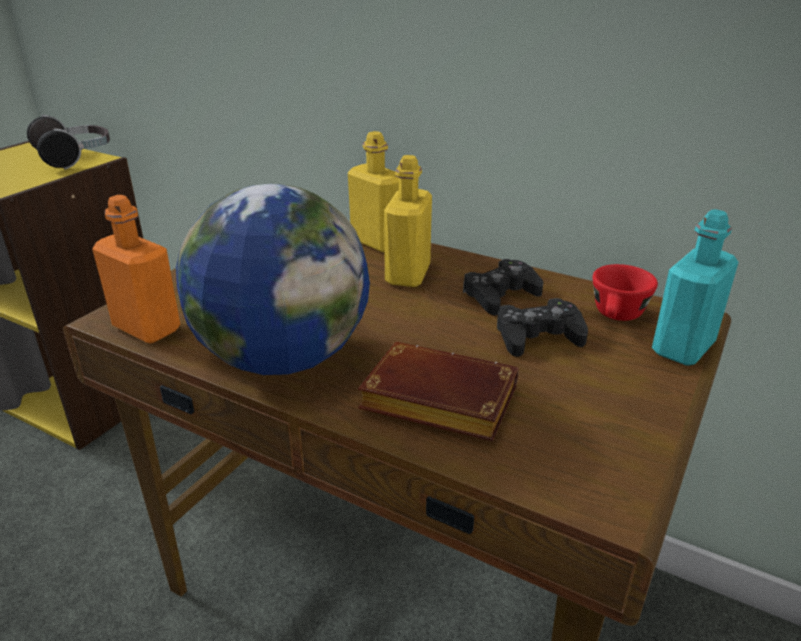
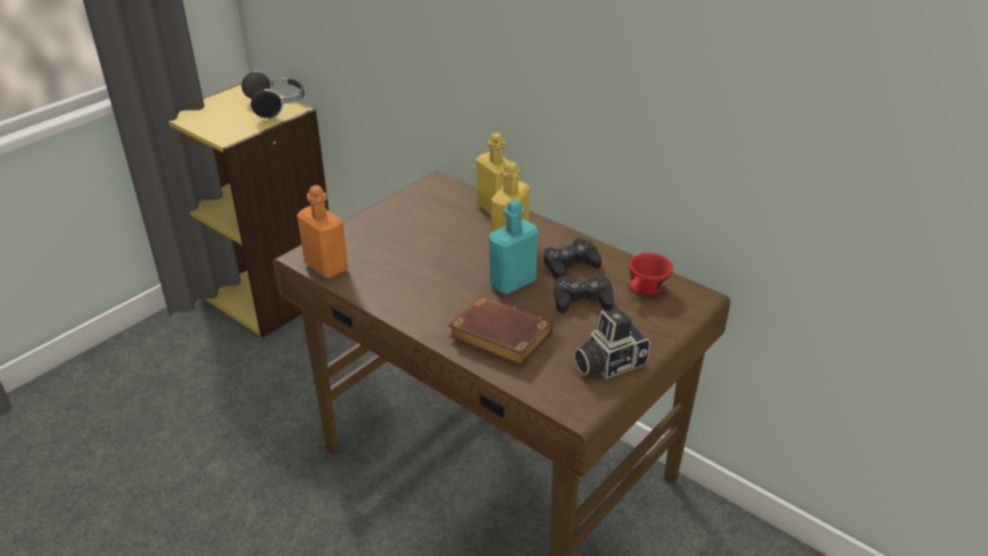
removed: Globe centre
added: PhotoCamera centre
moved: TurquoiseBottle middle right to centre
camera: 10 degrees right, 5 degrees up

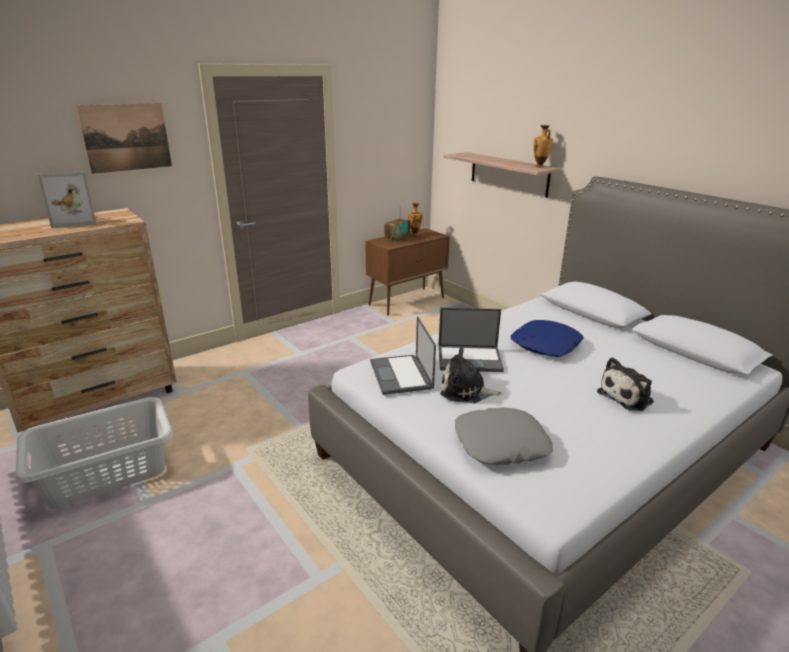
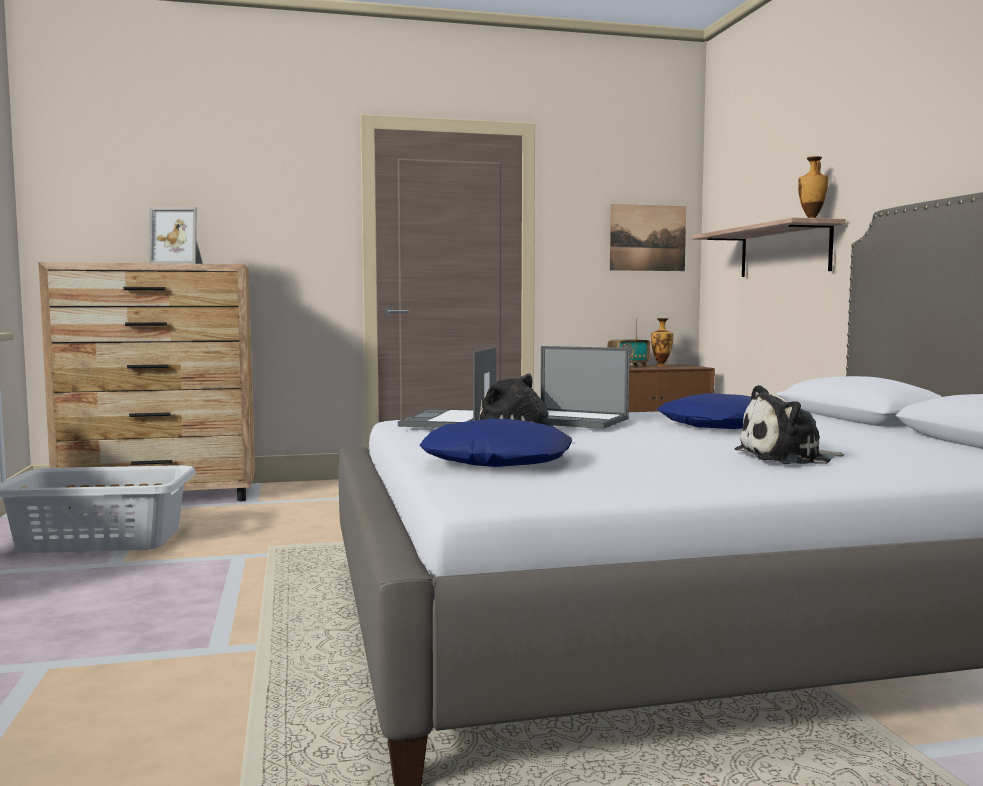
moved: Picture top left to top centre
recoloured: GreyPillow bottom centre to BluePillow (1st from left) centre
camera: 25 degrees right, 20 degrees down

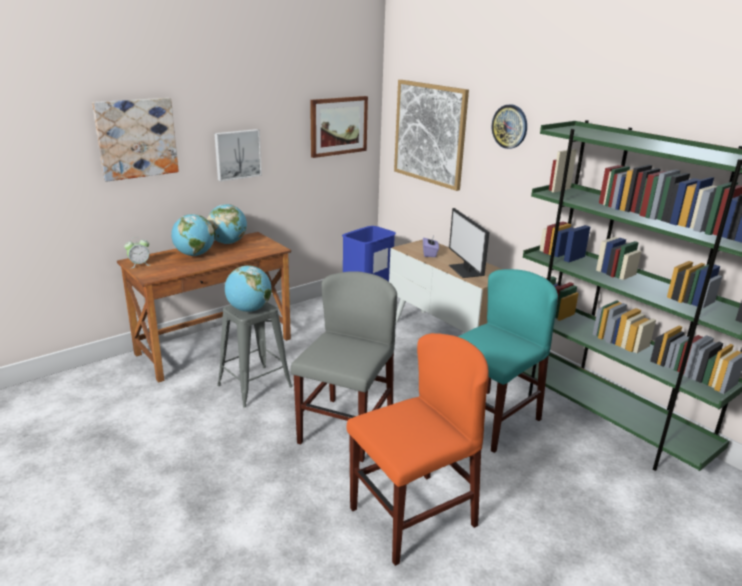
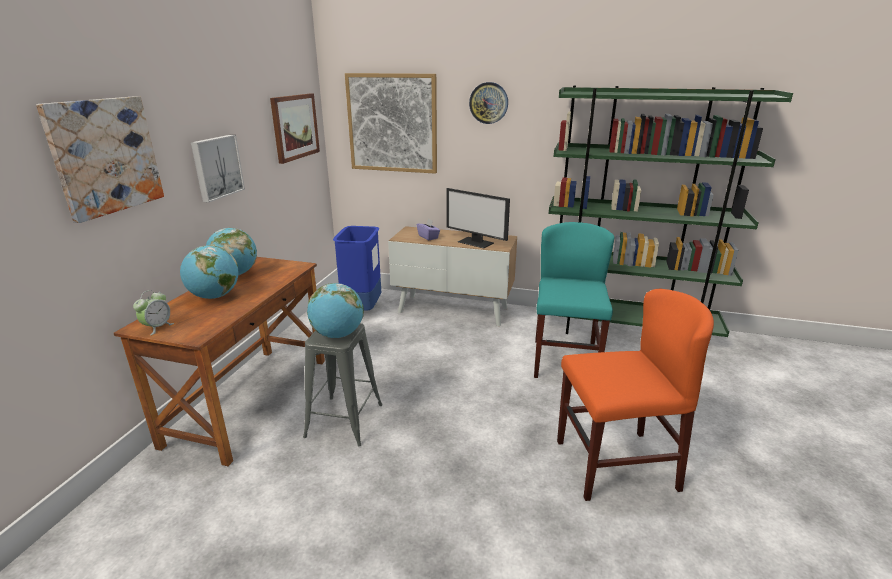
removed: GreyChair centre
turned: OrangeChair bottom centre = bottom right 60 degrees clockwise
camera: 35 degrees left, 0 degrees up

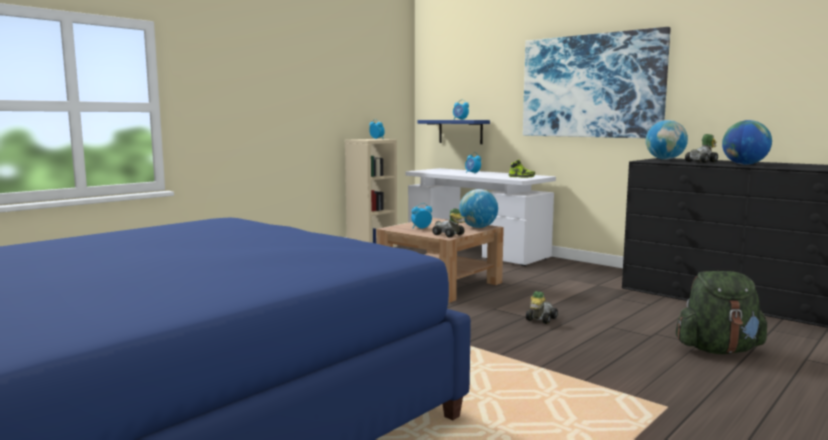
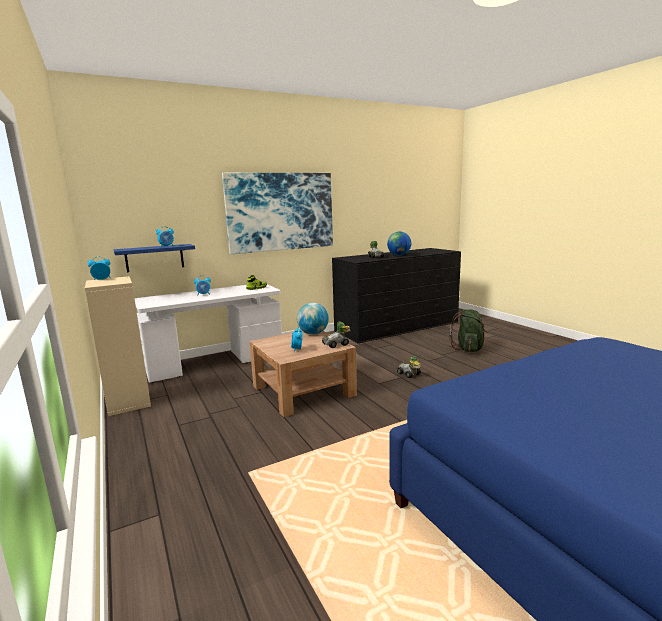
removed: Globe (2nd from left) top right
camera: 70 degrees left, 5 degrees up

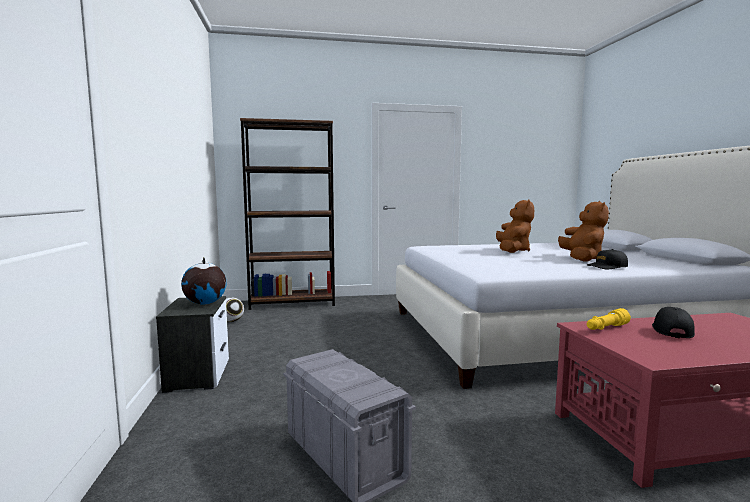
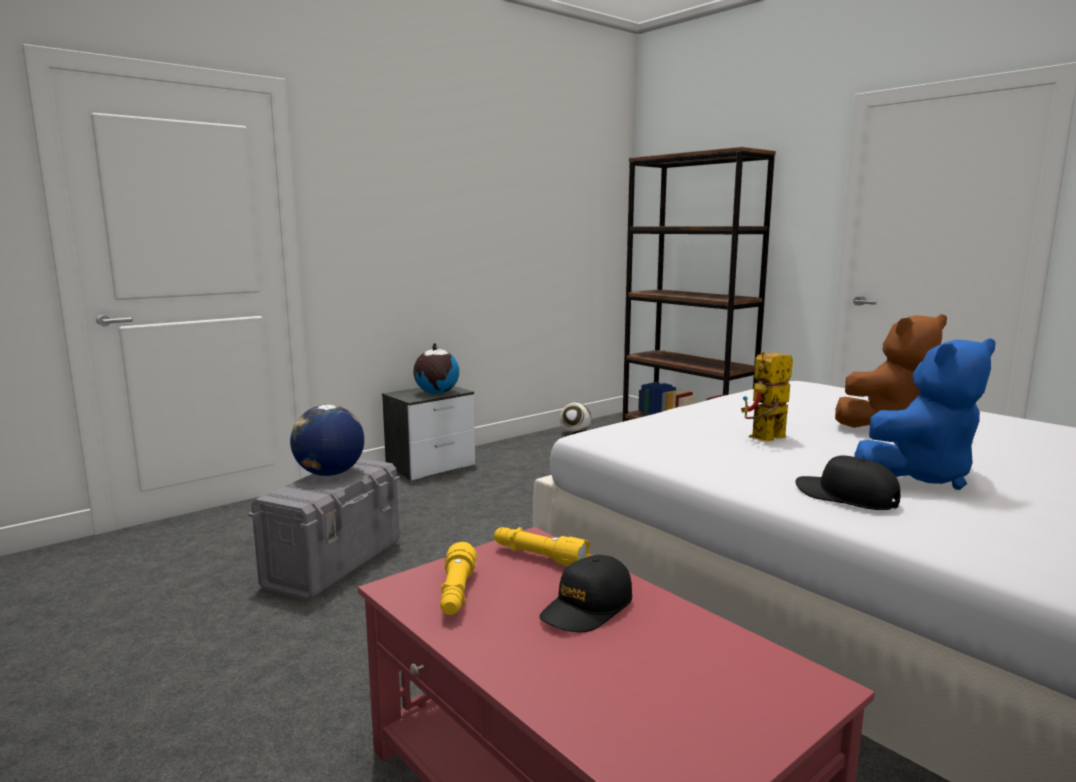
added: Globe (1st from left) middle left; YellowFlashlight (1st from left) bottom centre; ToyRobot middle right
recoloured: BrownPlushToy (2nd from left) middle right to BluePlushToy middle right
turned: BlackCap (2nd from left in the first image) middle right = bottom centre 135 degrees clockwise
camera: 60 degrees right, 5 degrees up

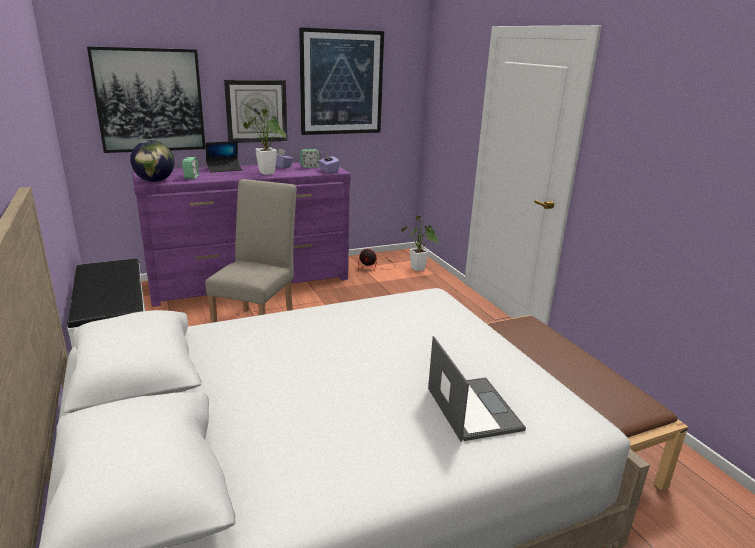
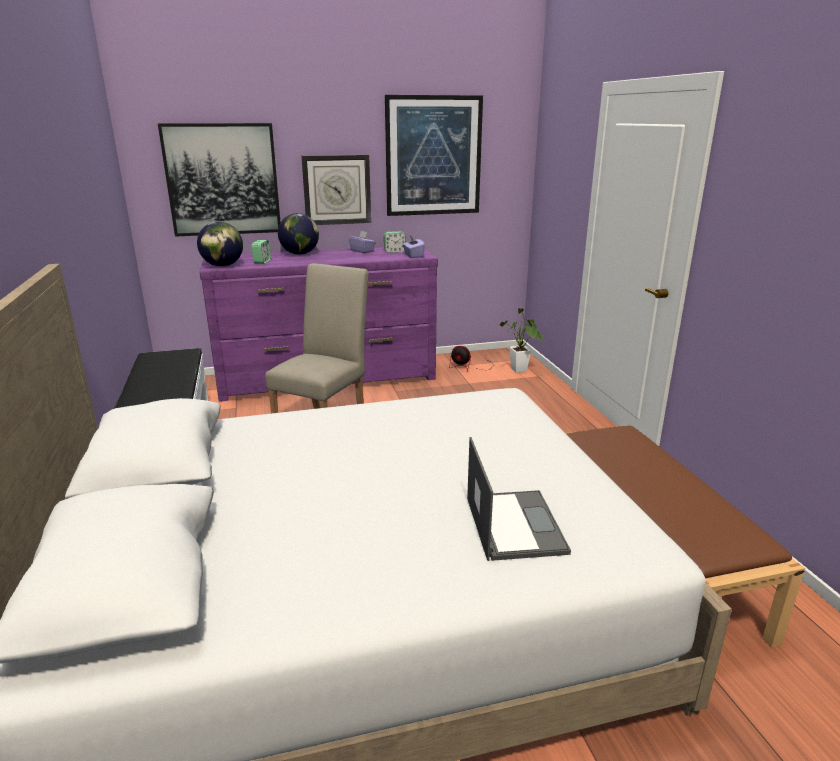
removed: PottedPlant (1st from left) top centre
replaced: Laptop (1st from left) top left to Globe (2nd from left) top centre
camera: 10 degrees right, 0 degrees up

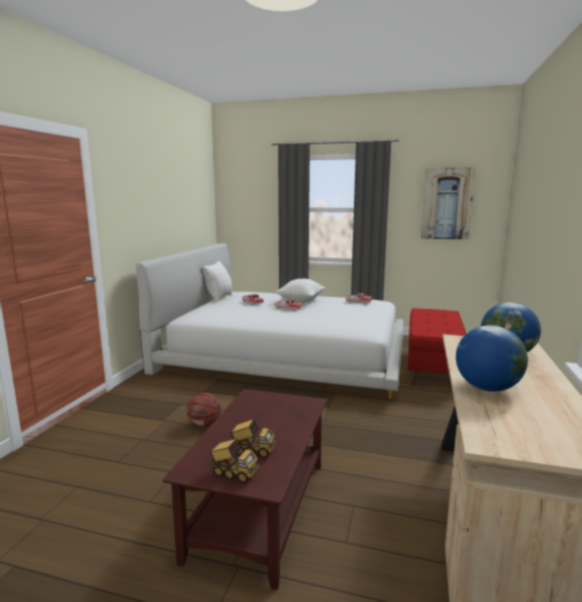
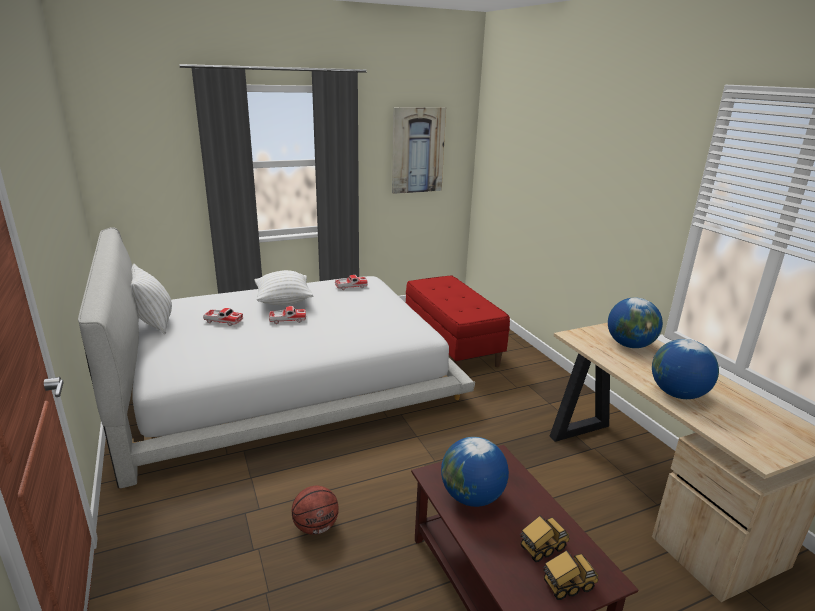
added: Globe (1st from left) bottom centre
camera: 40 degrees left, 10 degrees up

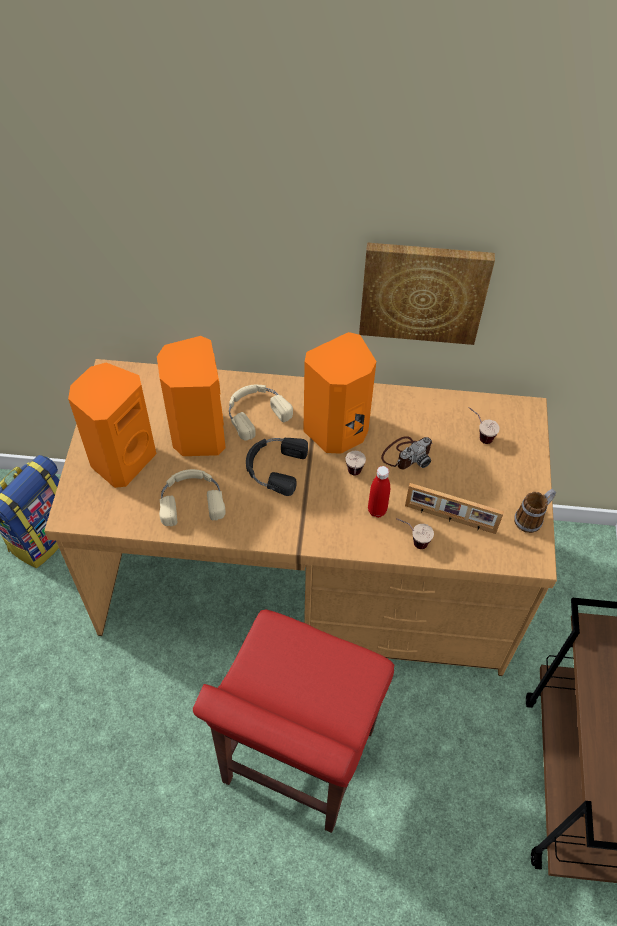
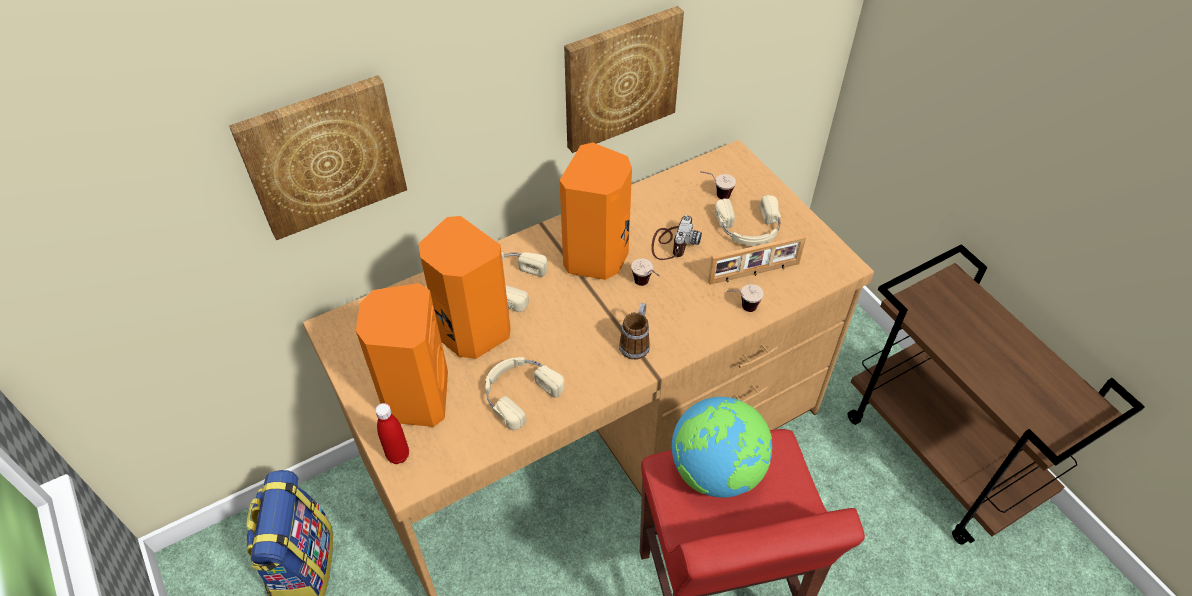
removed: BlackHeadphones centre
added: Picture (1st from left) top left; Globe bottom centre; BeigeHeadphones (3rd from left) centre
moved: RedBottle centre to bottom left; Mug middle right to centre
camera: 35 degrees left, 5 degrees down

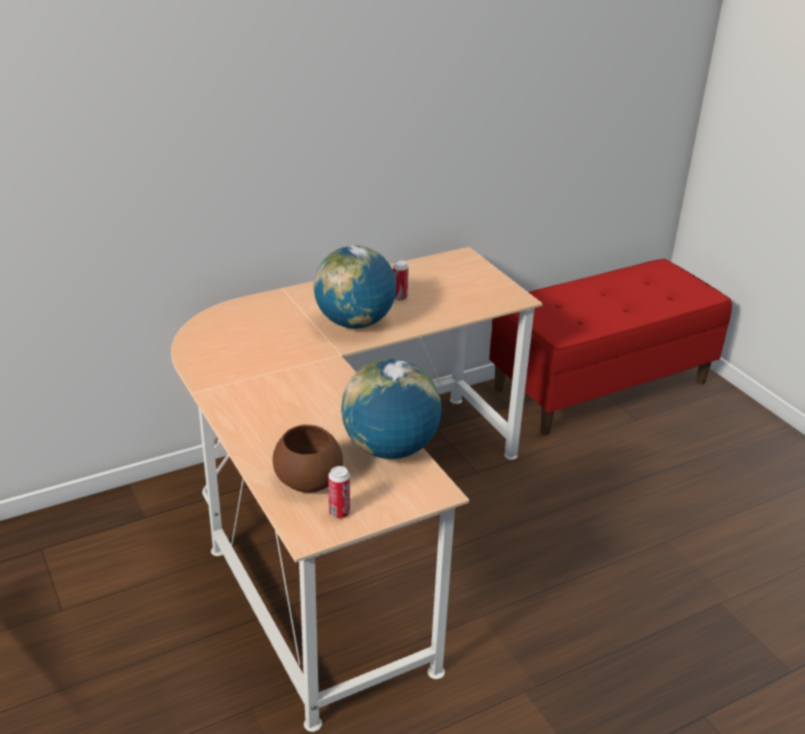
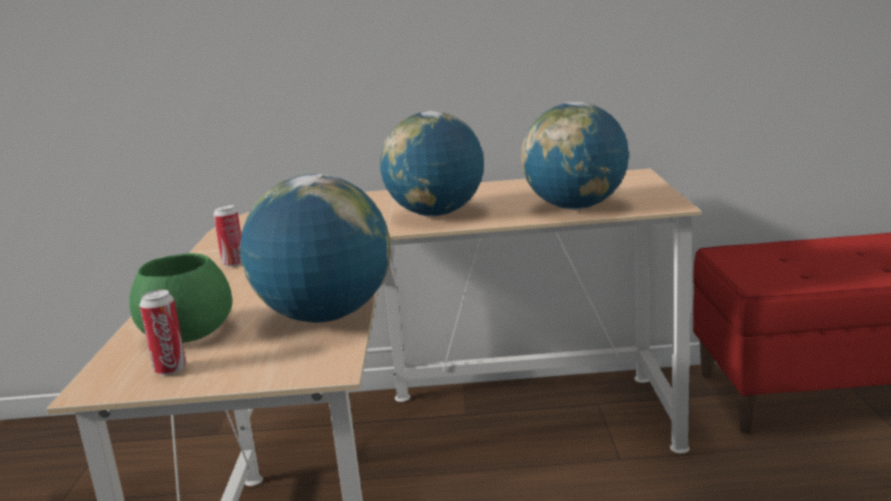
added: Globe (3rd from left) top centre
moved: Can (2nd from left) centre to middle left
recoloured: BrownBowl centre to GreenBowl middle left
camera: 30 degrees right, 15 degrees down

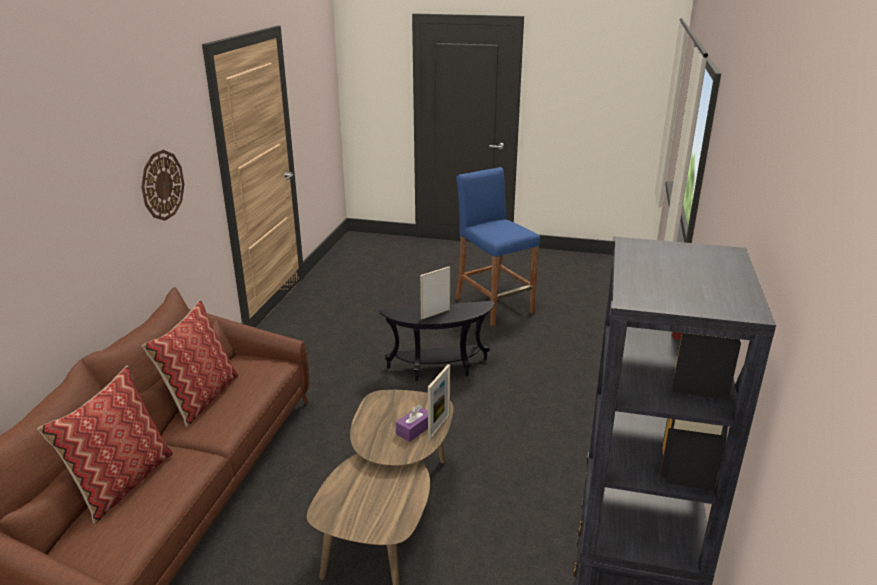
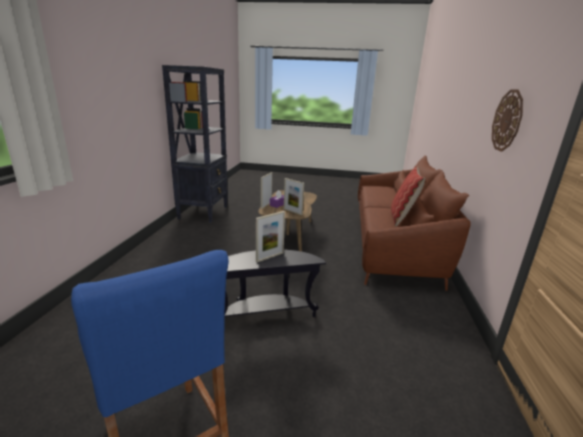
removed: Pillow (1st from left) bottom left
added: PictureFrame (3rd from left) centre
camera: 175 degrees right, 5 degrees down

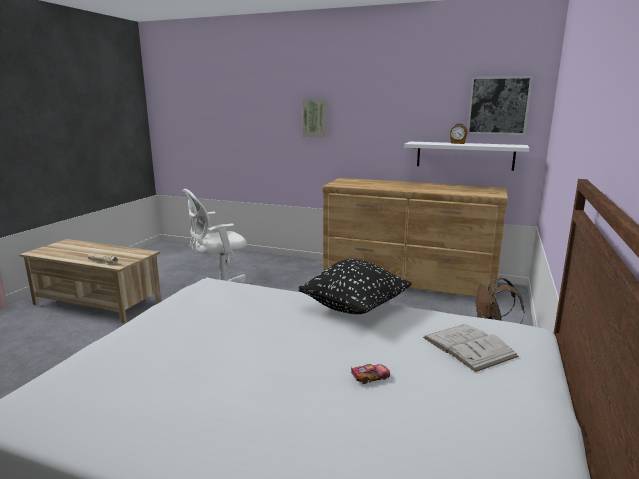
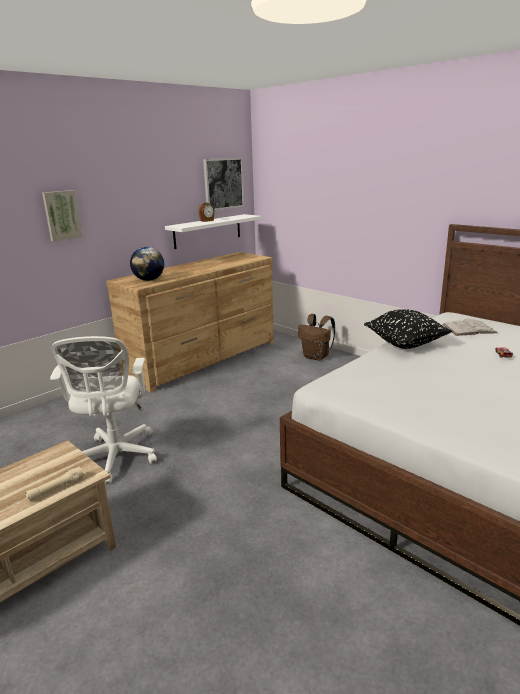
added: Globe middle left
camera: 65 degrees left, 5 degrees up

